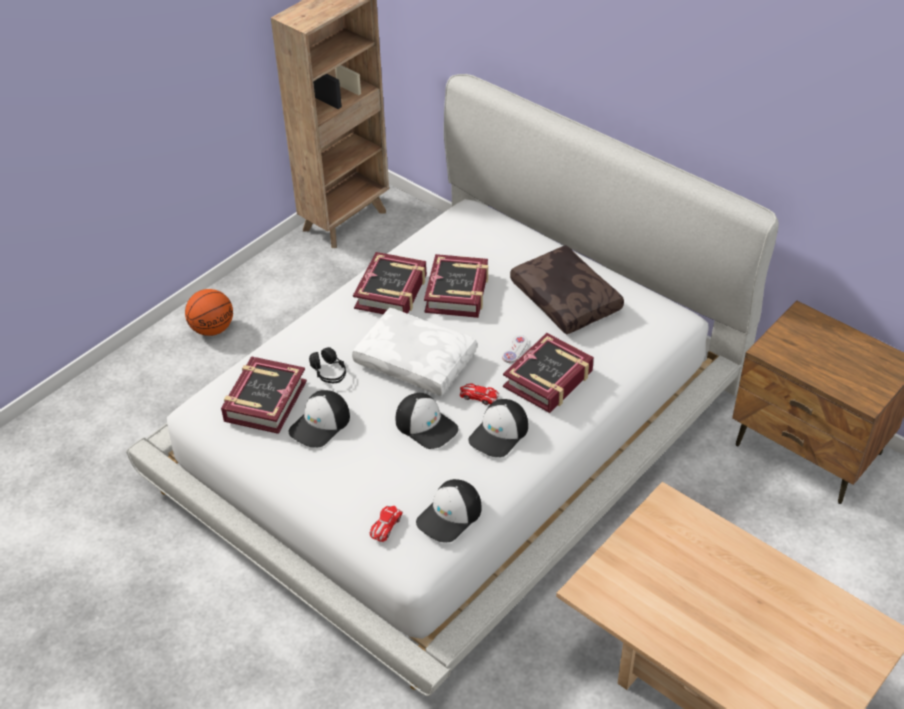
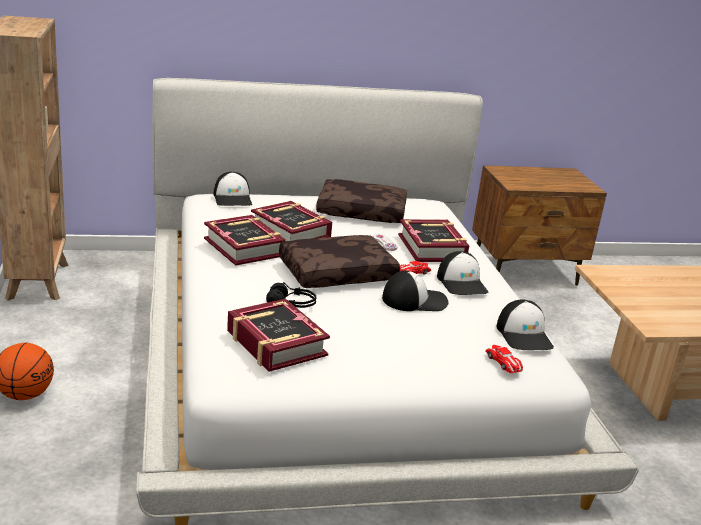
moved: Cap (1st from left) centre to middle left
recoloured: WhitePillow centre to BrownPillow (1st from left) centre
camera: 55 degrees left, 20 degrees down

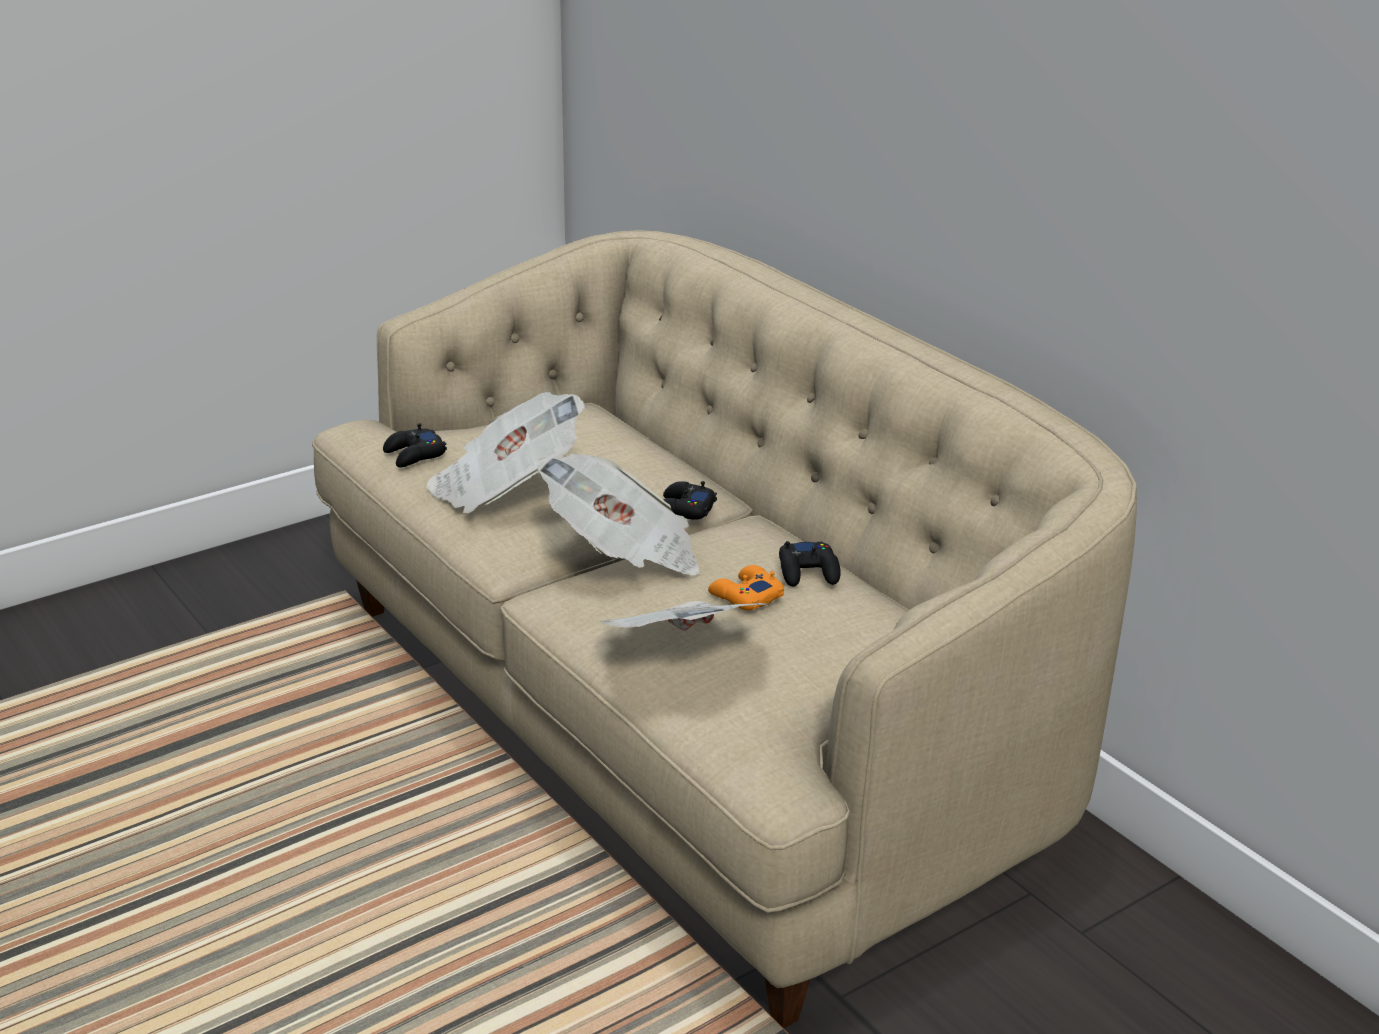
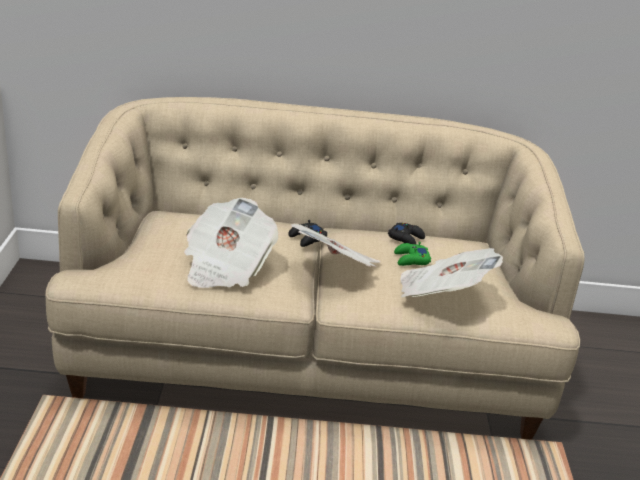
removed: BlackGameController (1st from left) middle left
recoloured: OrangeGameController centre to GreenGameController centre
camera: 55 degrees left, 0 degrees up

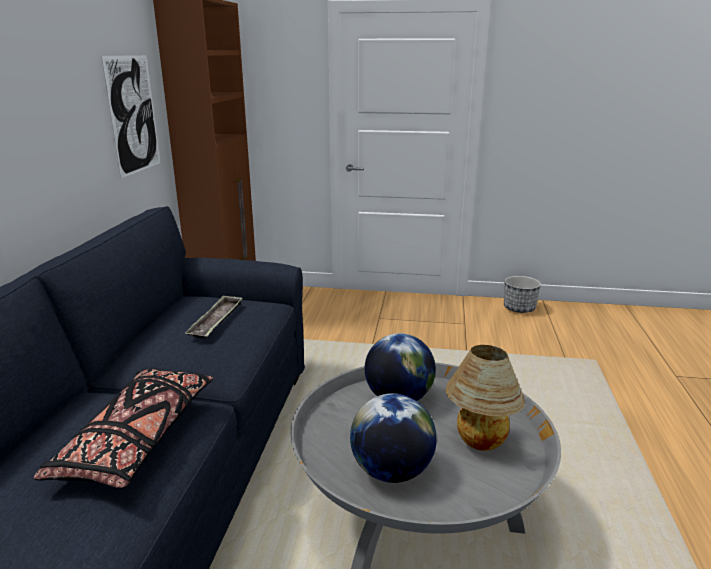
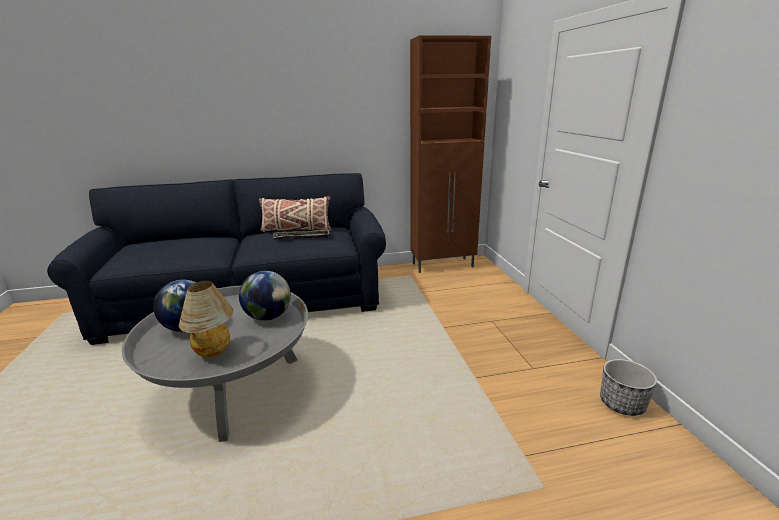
removed: BlackPillow bottom left; Picture top left
added: BeigePillow centre
camera: 70 degrees right, 0 degrees up

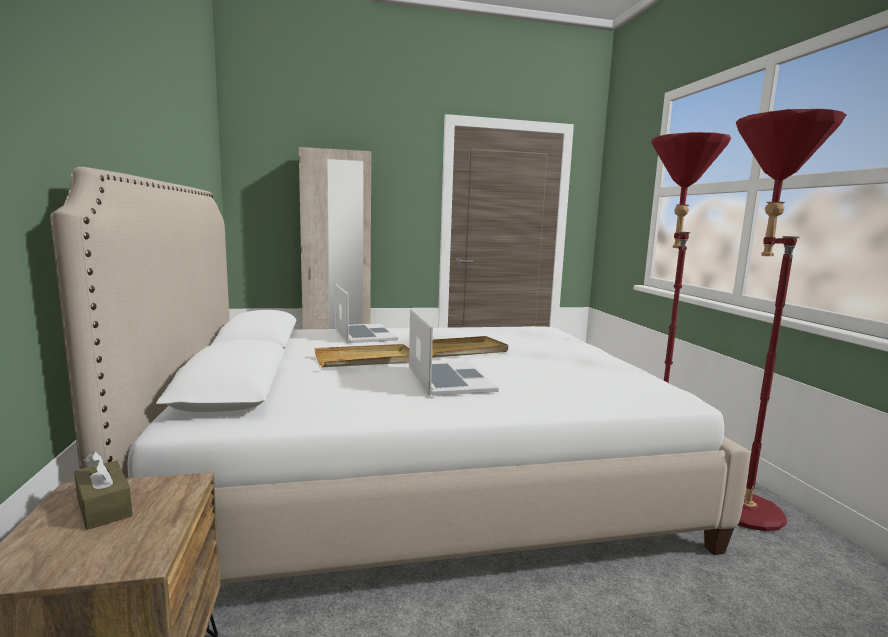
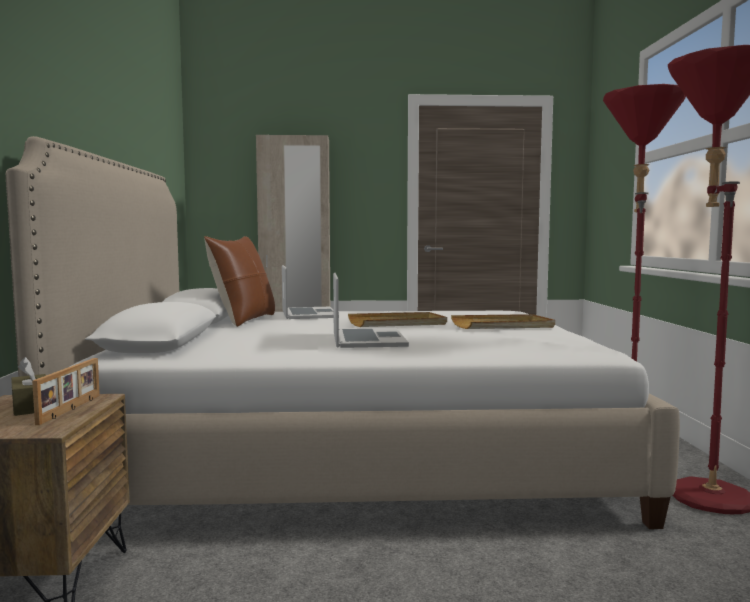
added: PictureFrame middle left; BrownPillow middle left
moved: BeigeTray (1st from left in the first image) centre to BeigeTray (2nd from left) middle right
camera: 10 degrees right, 5 degrees down

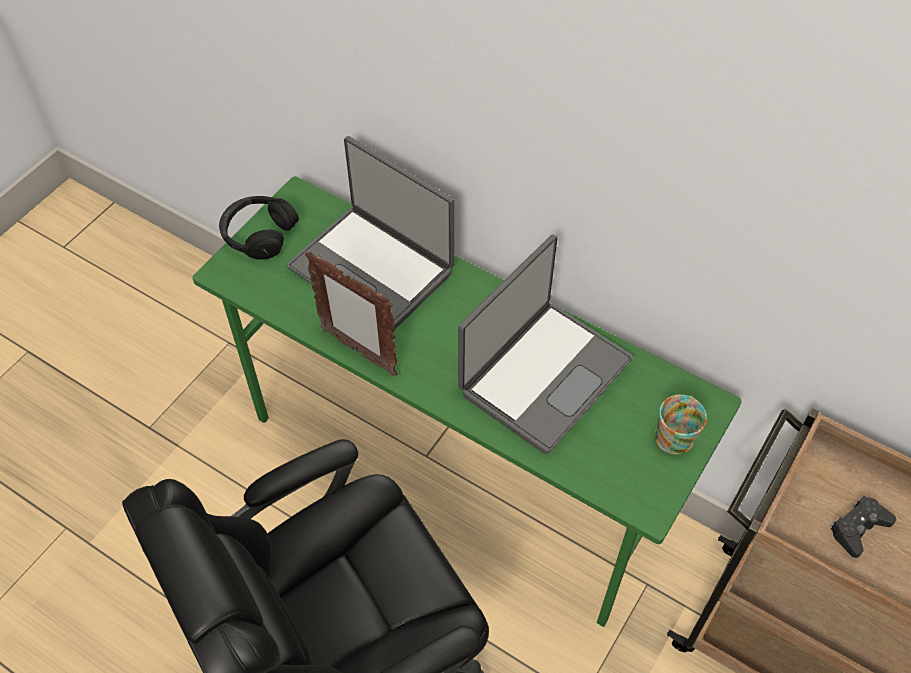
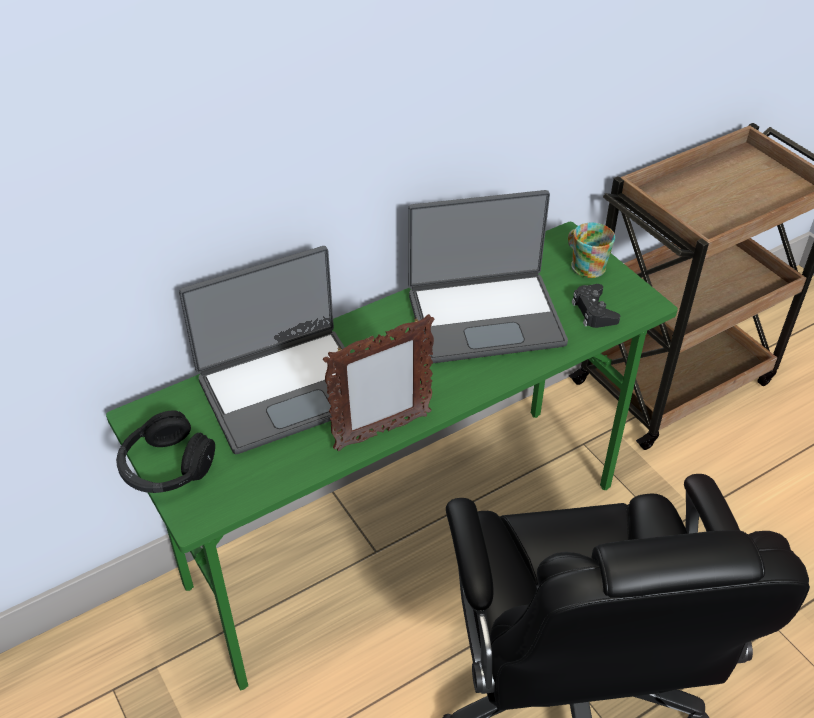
moved: BlackGameController bottom right to middle right
turned: Laptop (2nd from left) centre = centre 105 degrees clockwise
camera: 65 degrees left, 10 degrees down

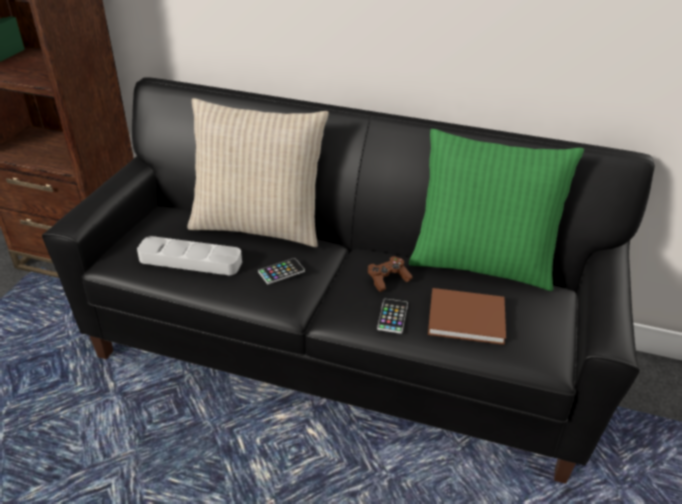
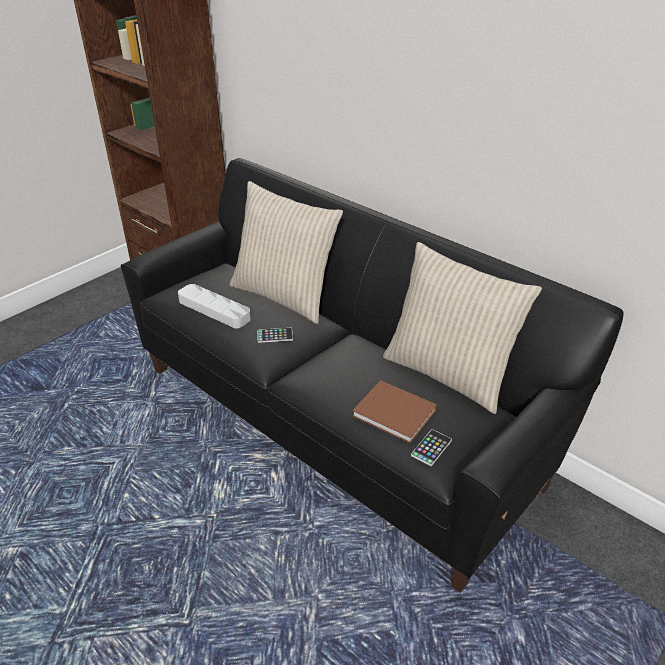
removed: BrownGameController centre
moved: Phone (2nd from left) centre to bottom centre
recoloured: GreenPillow middle right to BeigePillow (2nd from left) middle right
camera: 25 degrees right, 0 degrees up

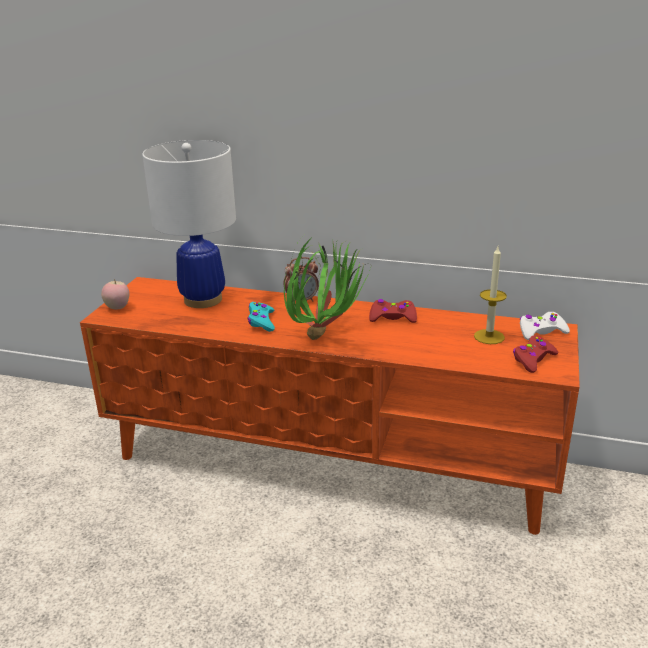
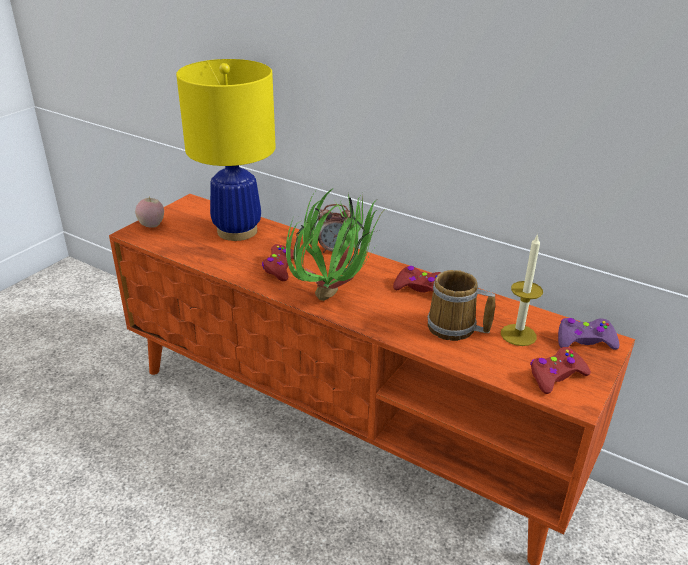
added: Mug middle right
recoloured: WhiteTableLamp middle left to YellowTableLamp top left; TurquoiseGameController centre to RedGameController (1st from left) centre; WhiteGameController middle right to PurpleGameController middle right
camera: 15 degrees right, 5 degrees up

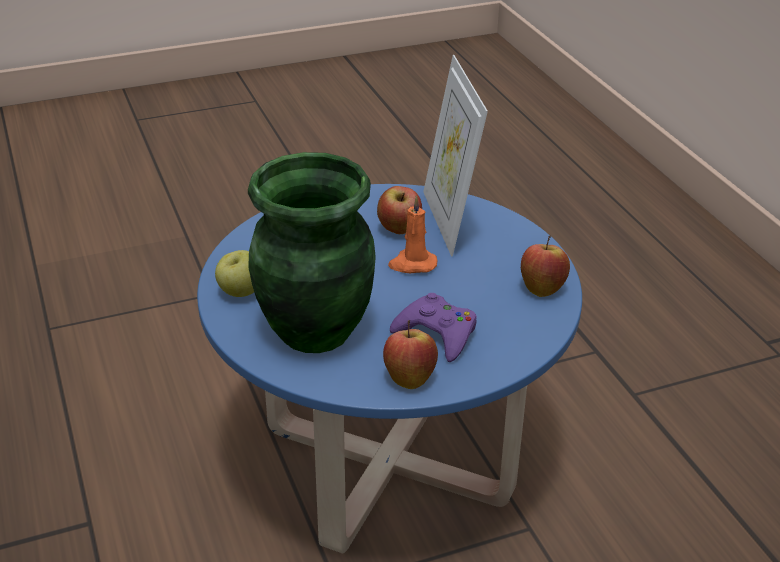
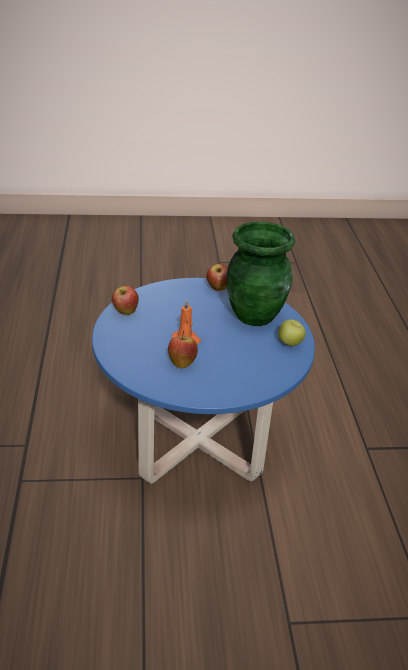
removed: PurpleGameController centre; PictureFrame top centre
camera: 165 degrees left, 0 degrees up

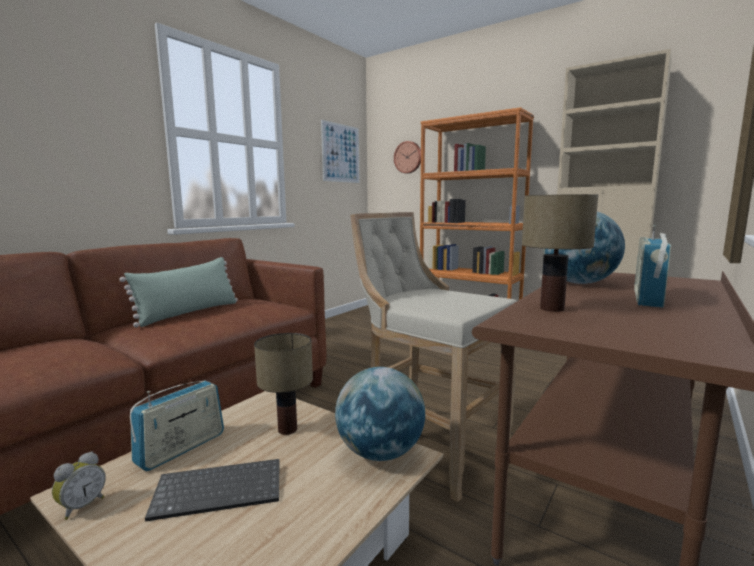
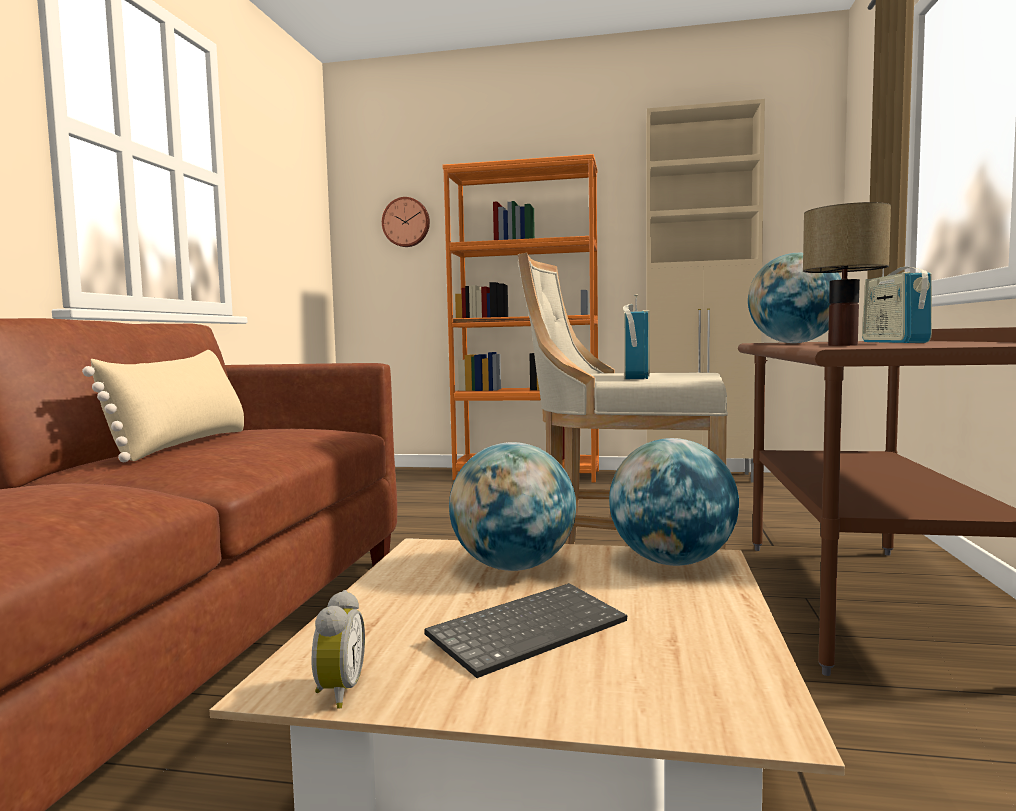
removed: Picture top centre
moved: Radio (1st from left) bottom left to centre
replaced: TableLamp (1st from left) bottom centre to Globe (1st from left) centre
recoloured: GreenPillow middle left to BeigePillow middle left
camera: 25 degrees left, 5 degrees down

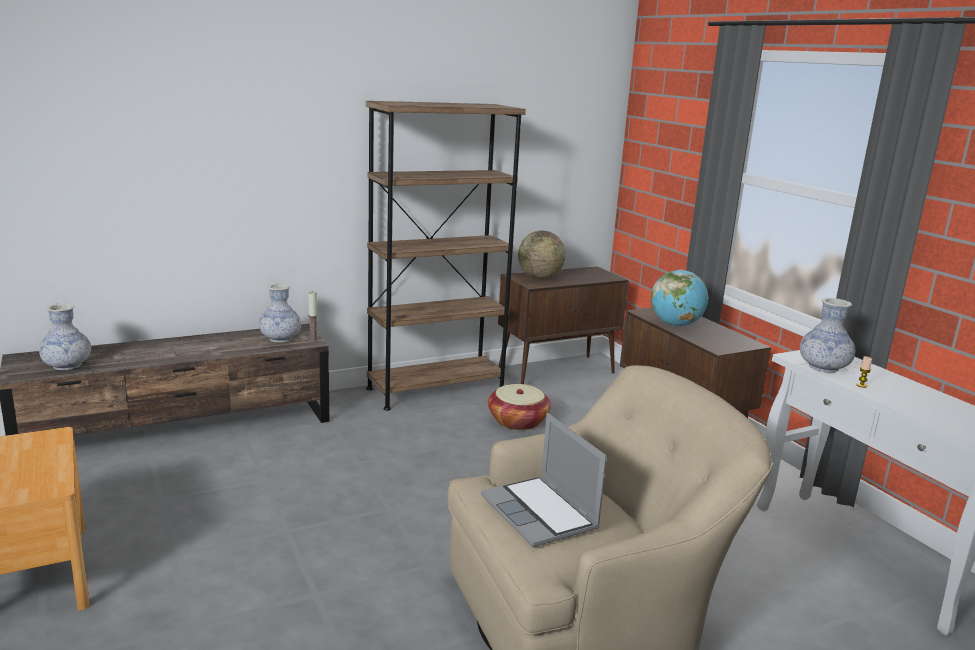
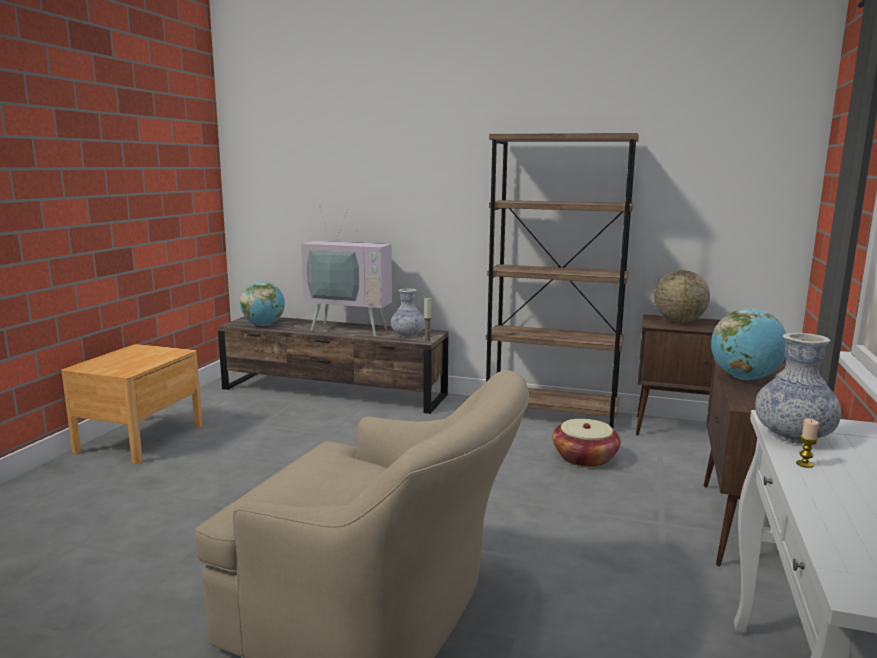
removed: Laptop bottom centre
added: Television centre
replaced: Vase (1st from left) middle left to Globe (1st from left) middle left
camera: 45 degrees right, 5 degrees down

